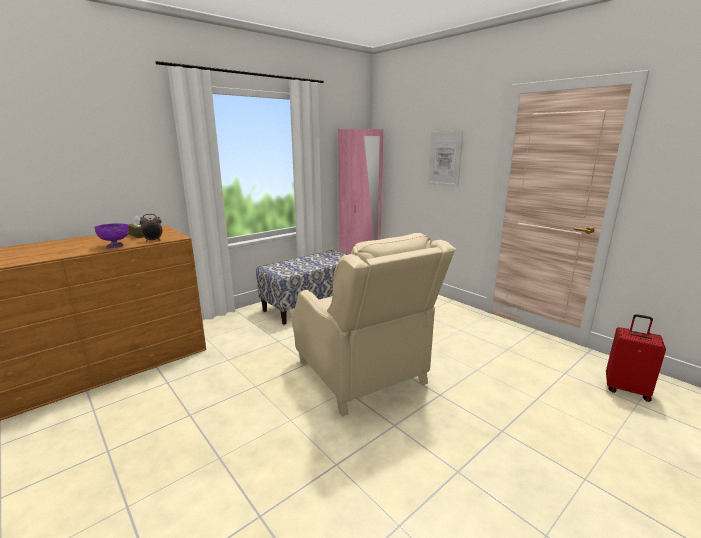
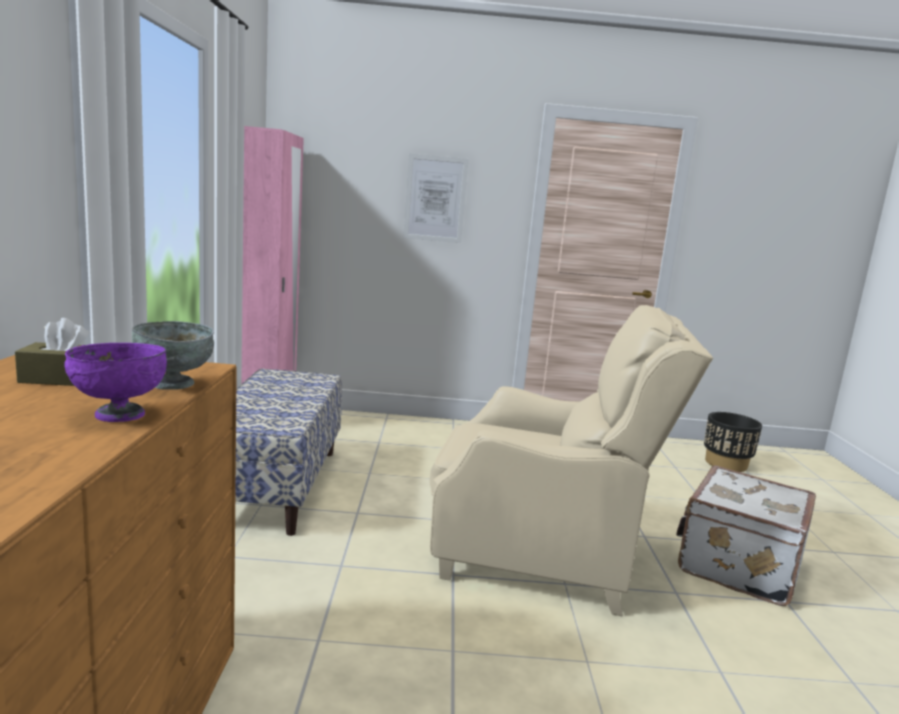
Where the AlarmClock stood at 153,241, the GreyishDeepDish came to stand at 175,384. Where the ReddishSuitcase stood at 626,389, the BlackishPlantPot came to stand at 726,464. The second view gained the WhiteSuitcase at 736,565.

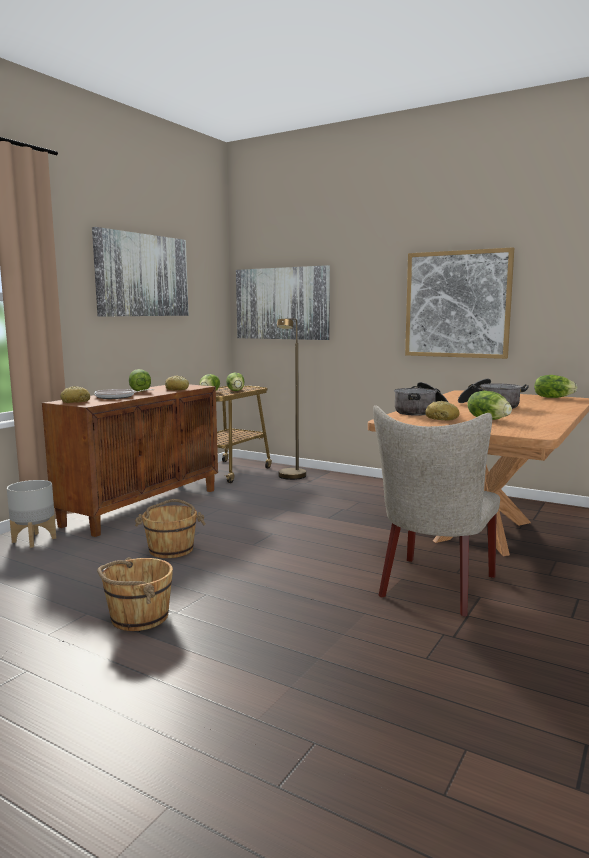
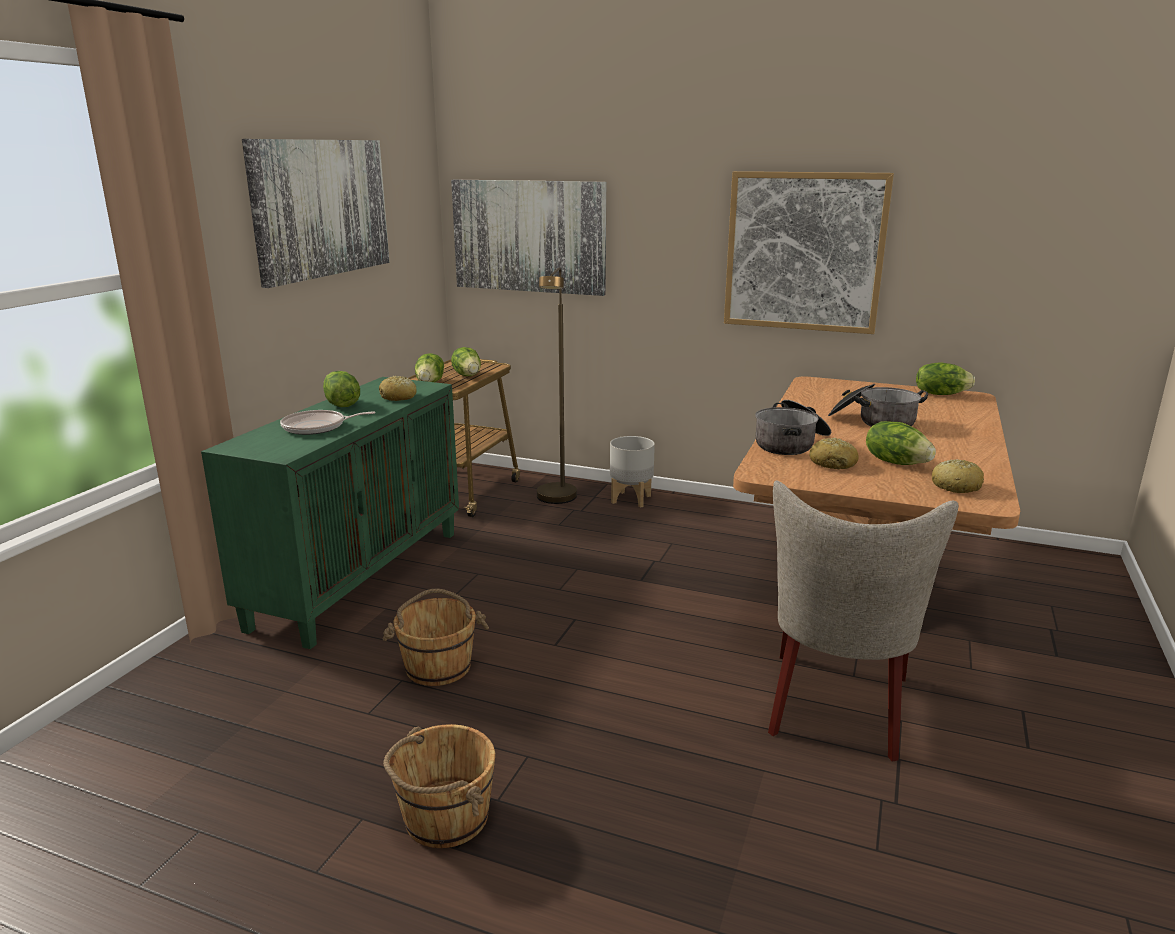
What was the BrownColouredStorageCabinet at 143,506 turned into the GreenColouredStorageCabinet at 359,577. The Bread ended up elsewhere, having gone from 75,402 to 956,486. The GreyishPlantPot ended up elsewhere, having gone from 34,540 to 631,499.

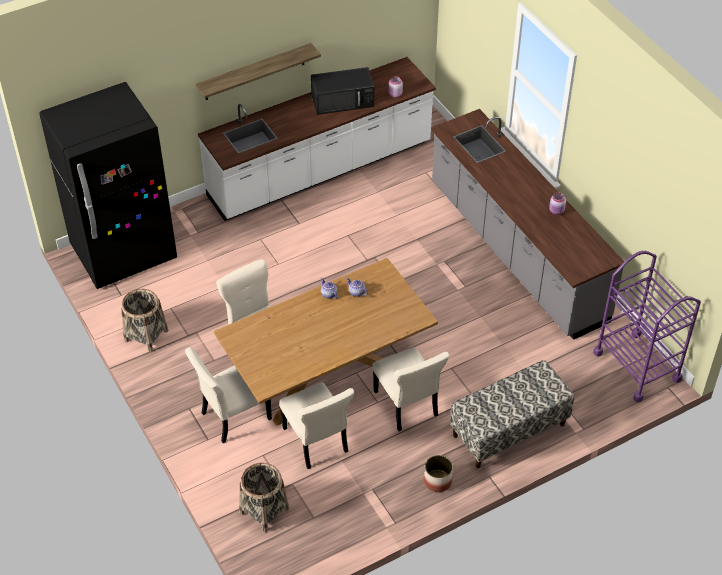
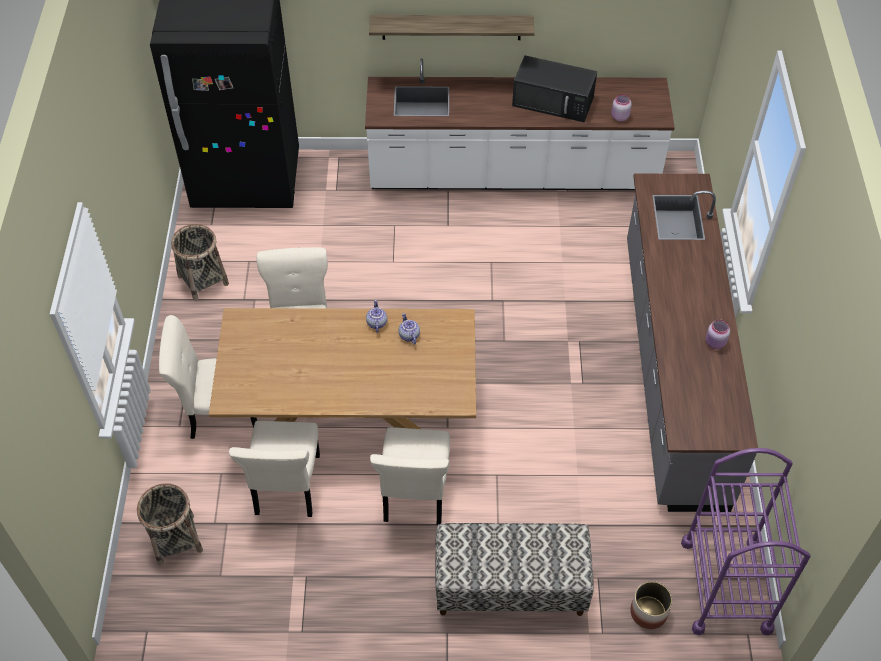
The PlantPot ended up elsewhere, having gone from 437,481 to 648,612.

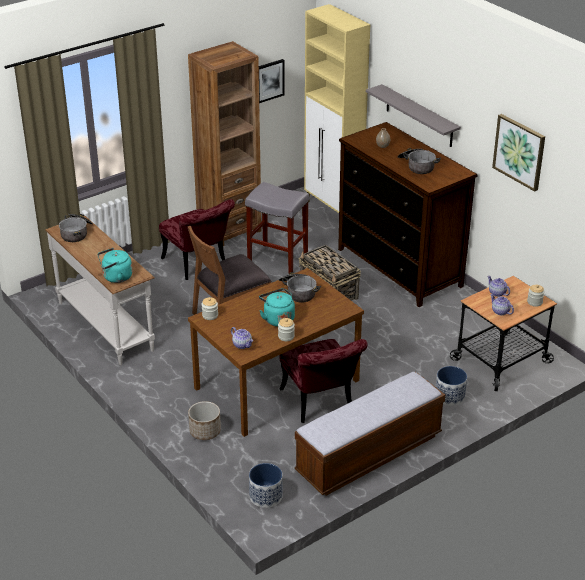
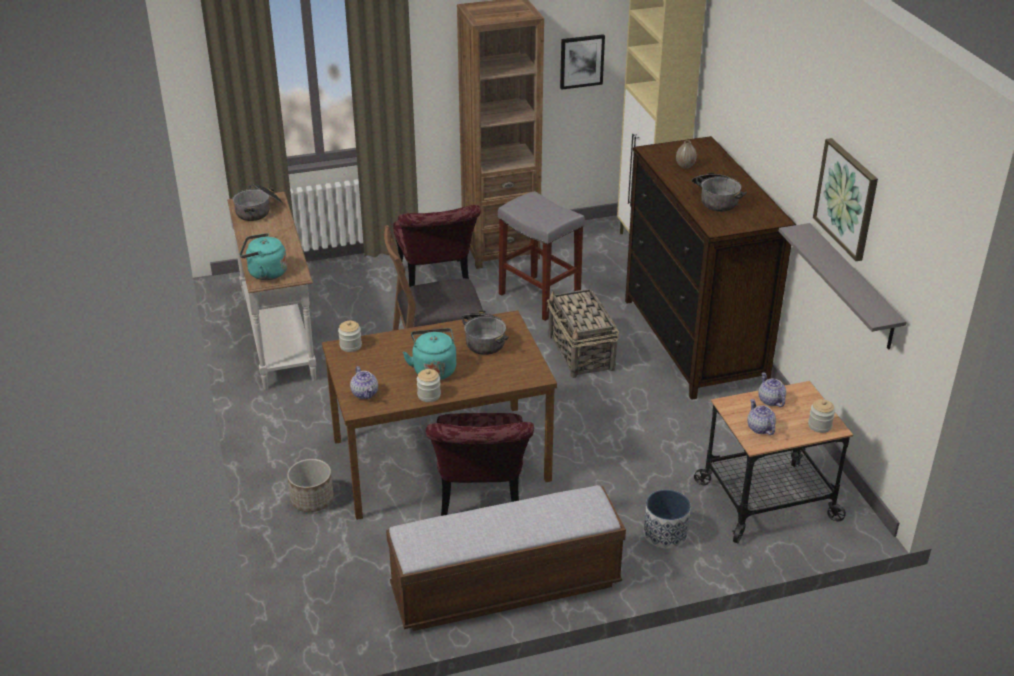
The GreyishBracketShelf ended up elsewhere, having gone from 419,116 to 852,287. The second view lost the PlantPot at 266,496.

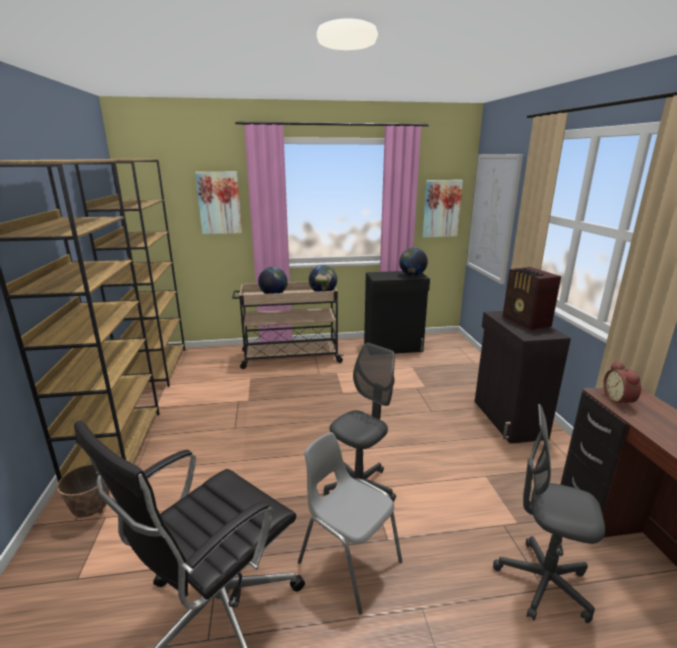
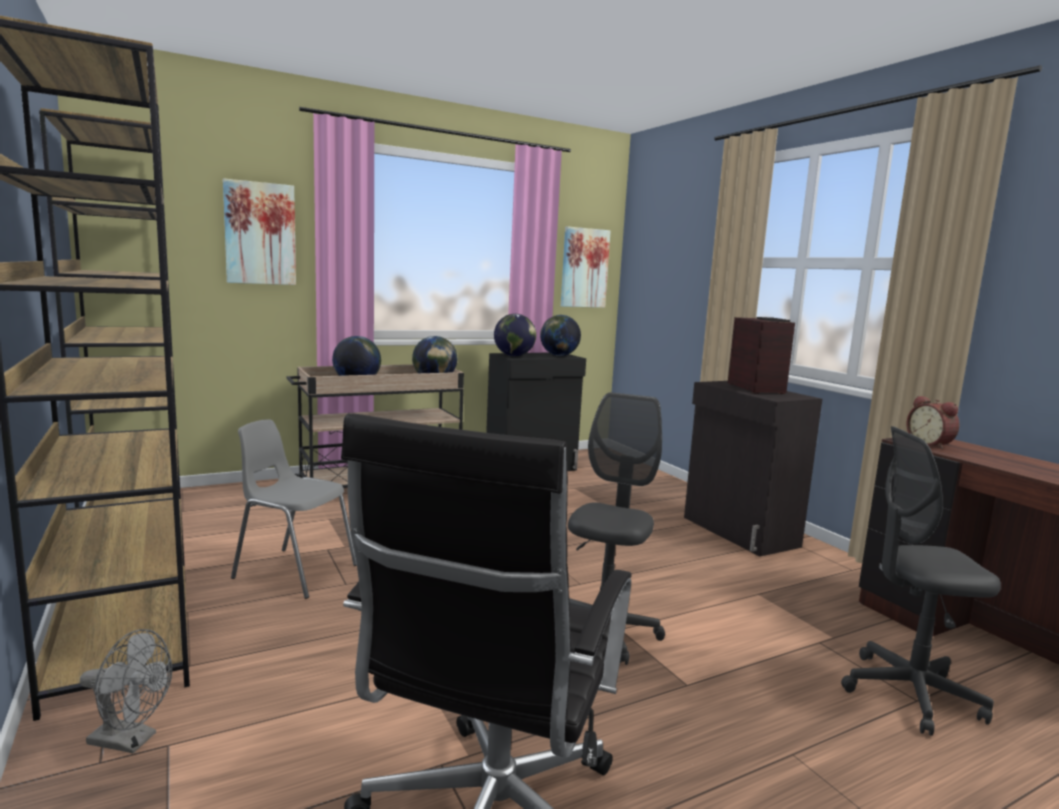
The second view lost the WallArt at 492,217. The RadioReceiver at 526,322 ended up facing another way, 150 degrees counterclockwise from before. The GreyishChair ended up elsewhere, having gone from 348,562 to 294,571. Where the PlantPot stood at 92,511, the GreyishFan came to stand at 131,740. The second view gained the WorldGlobe at 514,356.

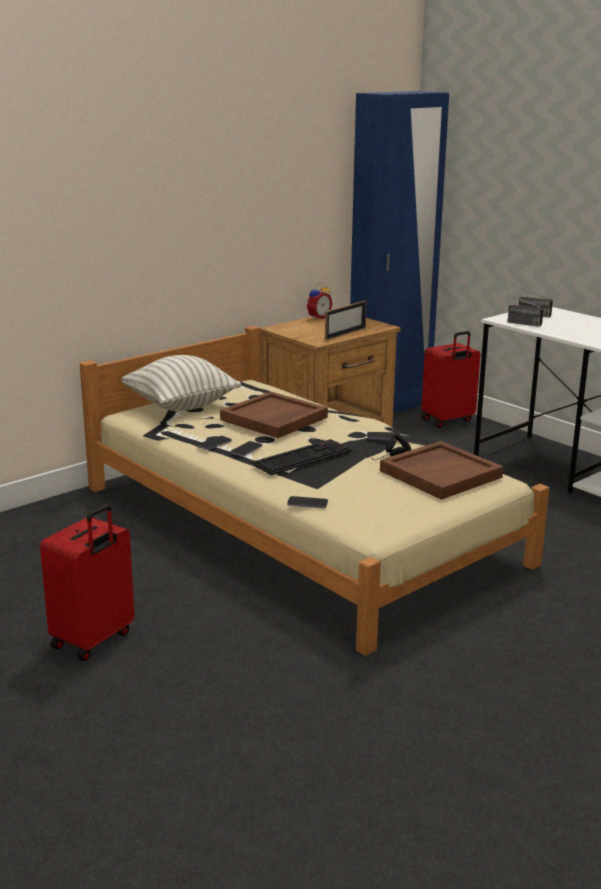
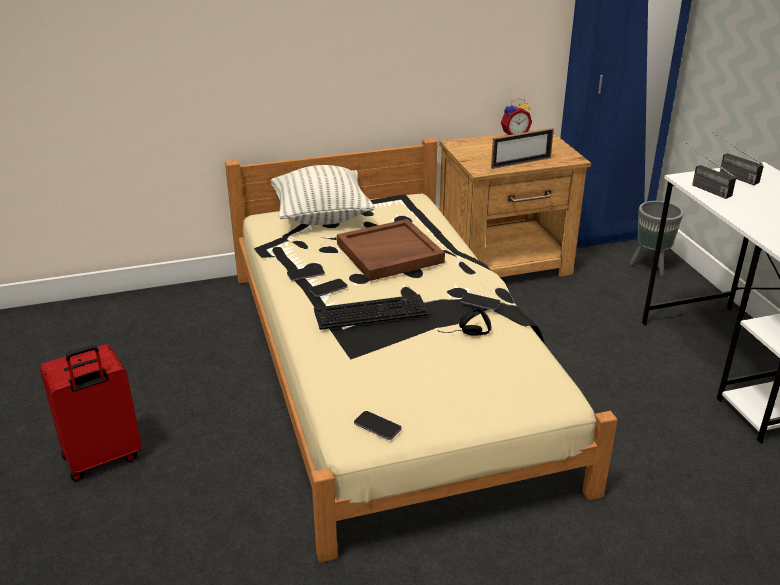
Where the ReddishSuitcase stood at 448,420, the GreyishPlantPot came to stand at 650,266. The second view lost the BrownColouredCarryingTray at 440,473. The Telephone ended up elsewhere, having gone from 307,504 to 377,427.

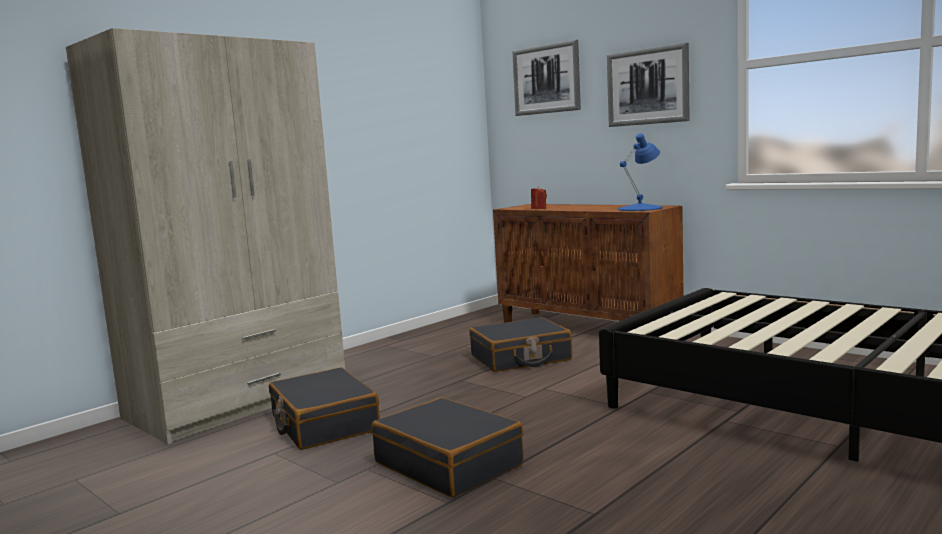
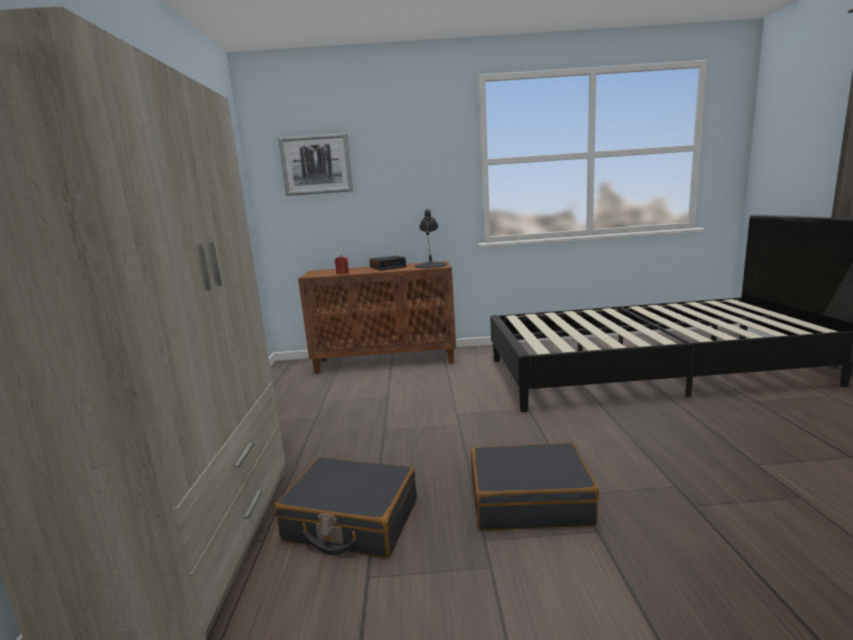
The second view lost the WallArt at 647,86. What was the BluishLampForATable at 640,208 turned into the BlackishLampForATable at 431,265. The second view lost the BlackishSuitcase at 520,358. The second view gained the AlarmClock at 388,267.

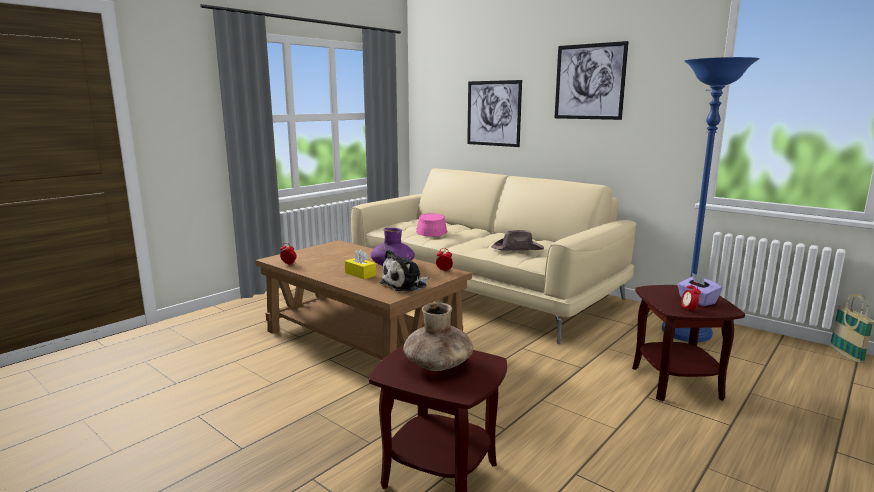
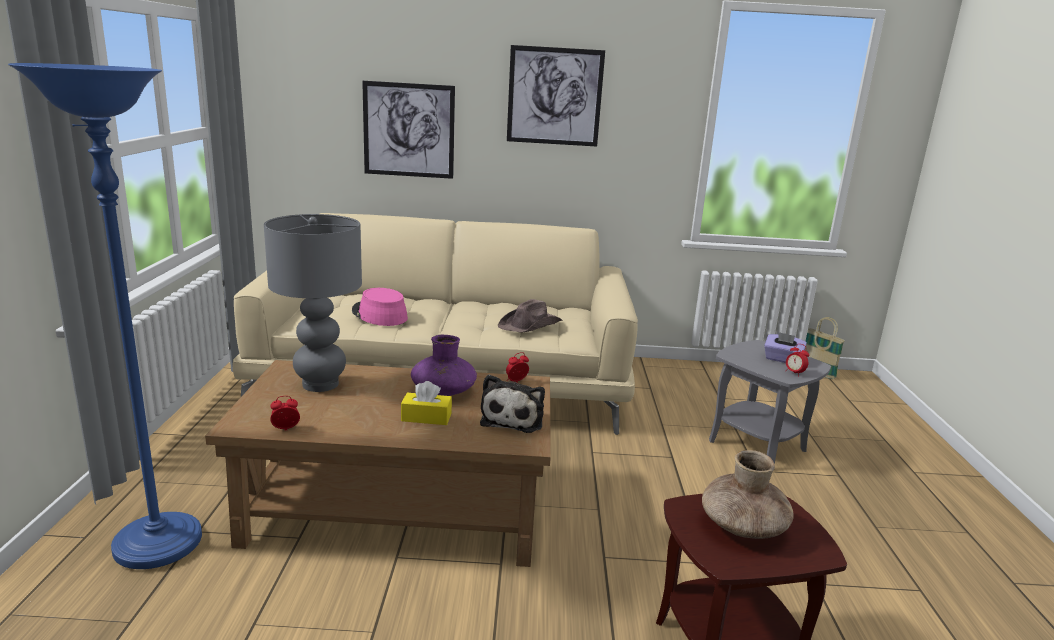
The BluishStandingLamp ended up elsewhere, having gone from 686,333 to 158,545. What was the BrownColouredEndTable at 677,382 turned into the GreyishEndTable at 757,445. The second view gained the GreyishLampForATable at 320,384.

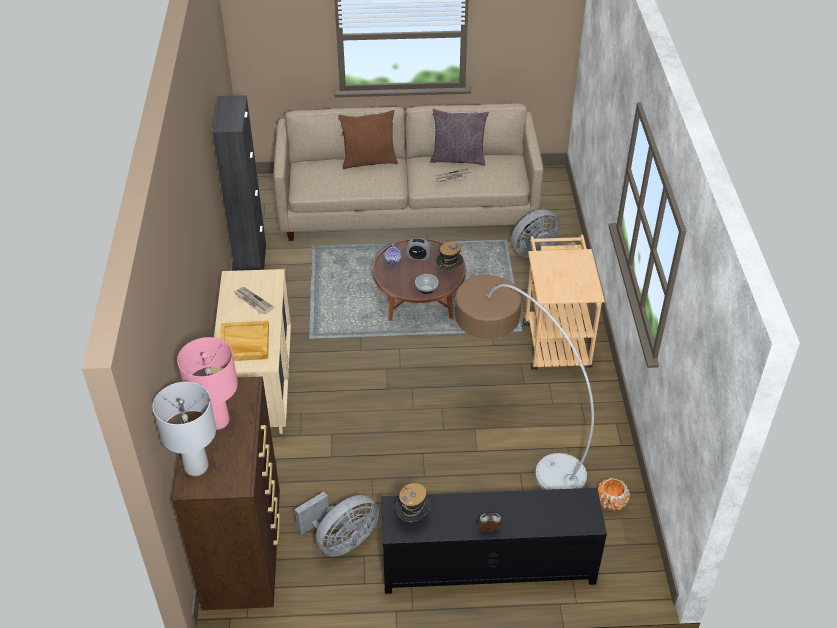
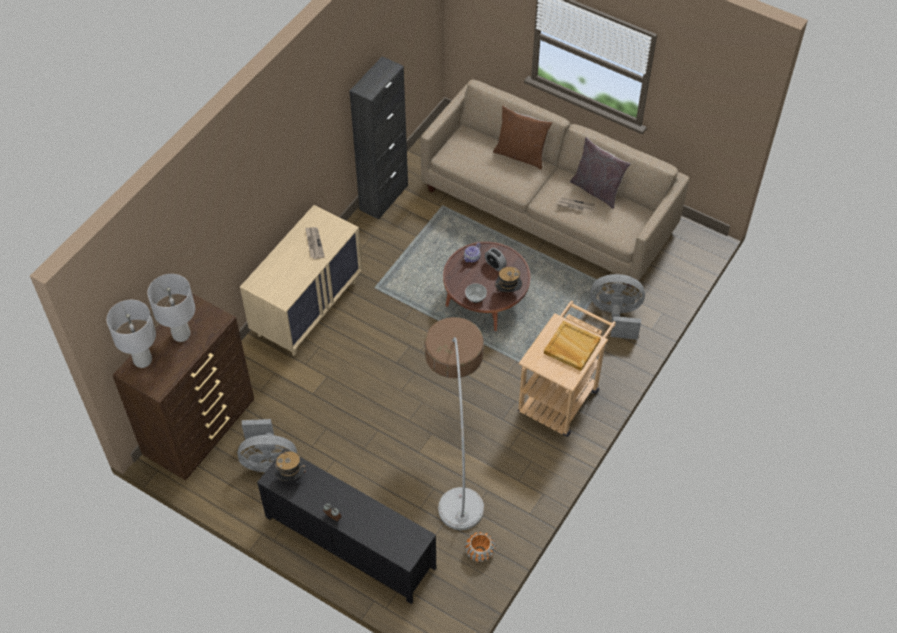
The SandColouredCarryingTray ended up elsewhere, having gone from 244,343 to 571,347. What was the PinkishLampForATable at 217,421 turned into the GreyishLampForATable at 181,334.

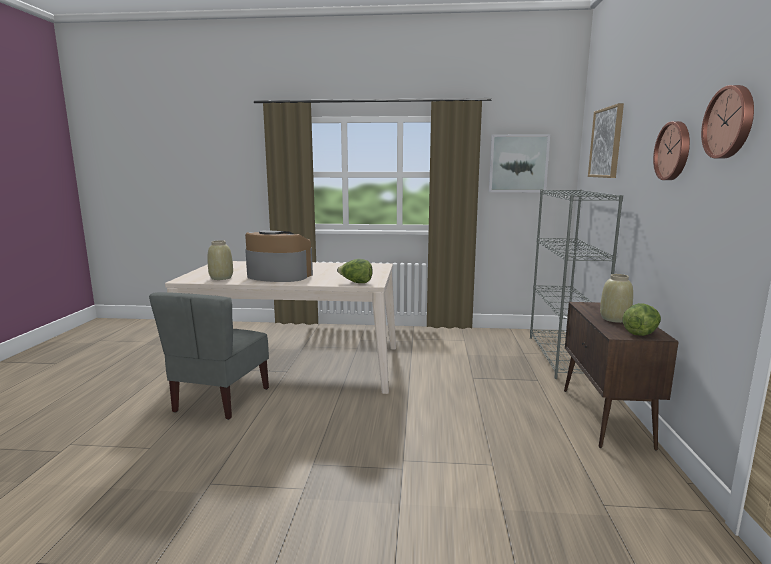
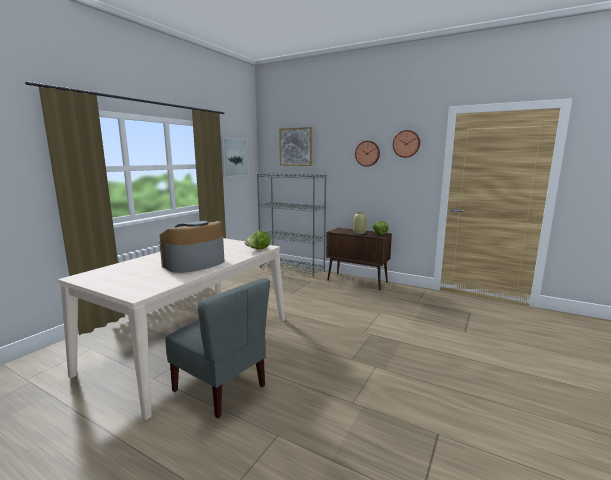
The second view lost the SandColouredDecorativeVase at 221,278.

